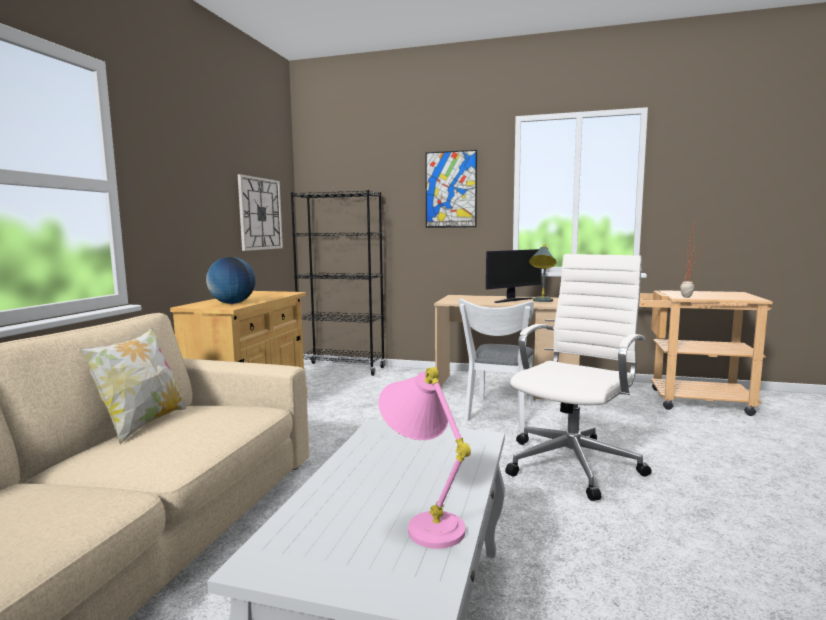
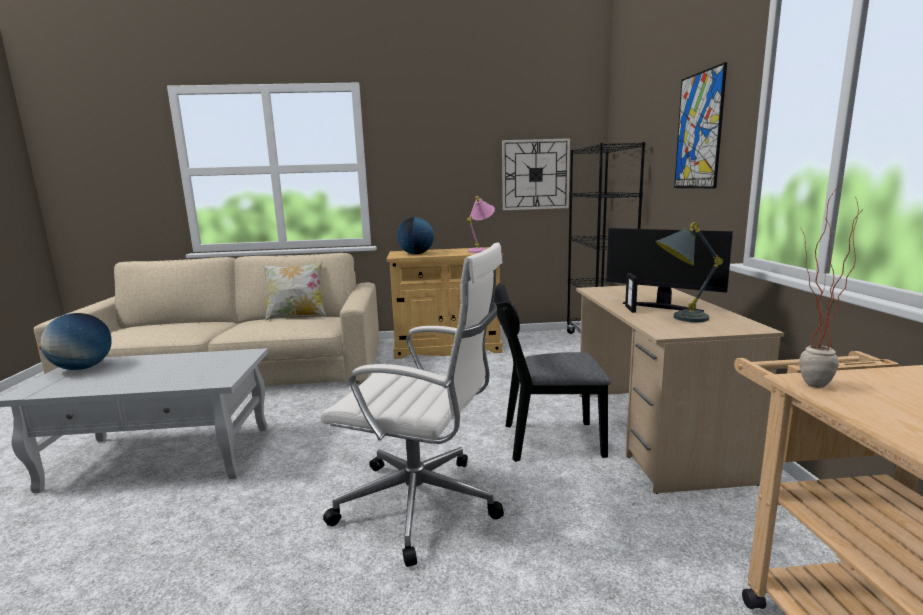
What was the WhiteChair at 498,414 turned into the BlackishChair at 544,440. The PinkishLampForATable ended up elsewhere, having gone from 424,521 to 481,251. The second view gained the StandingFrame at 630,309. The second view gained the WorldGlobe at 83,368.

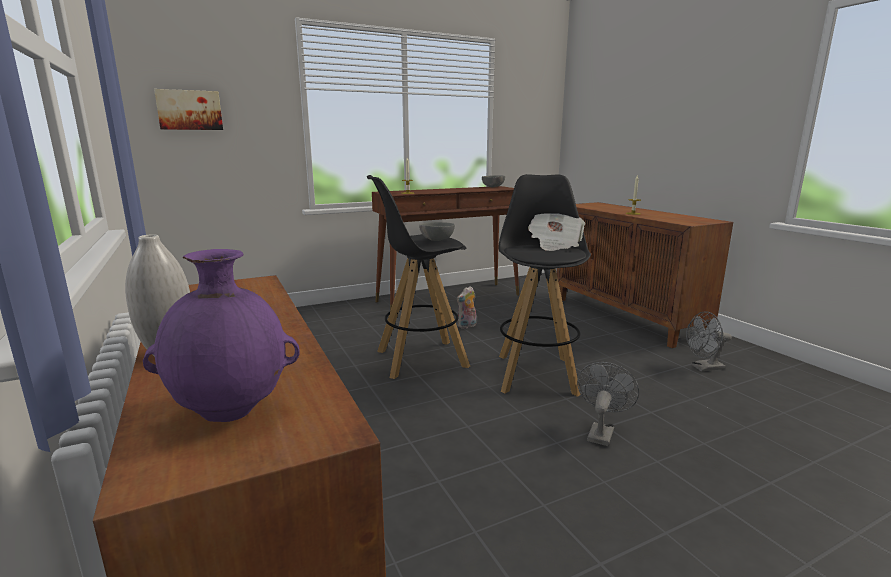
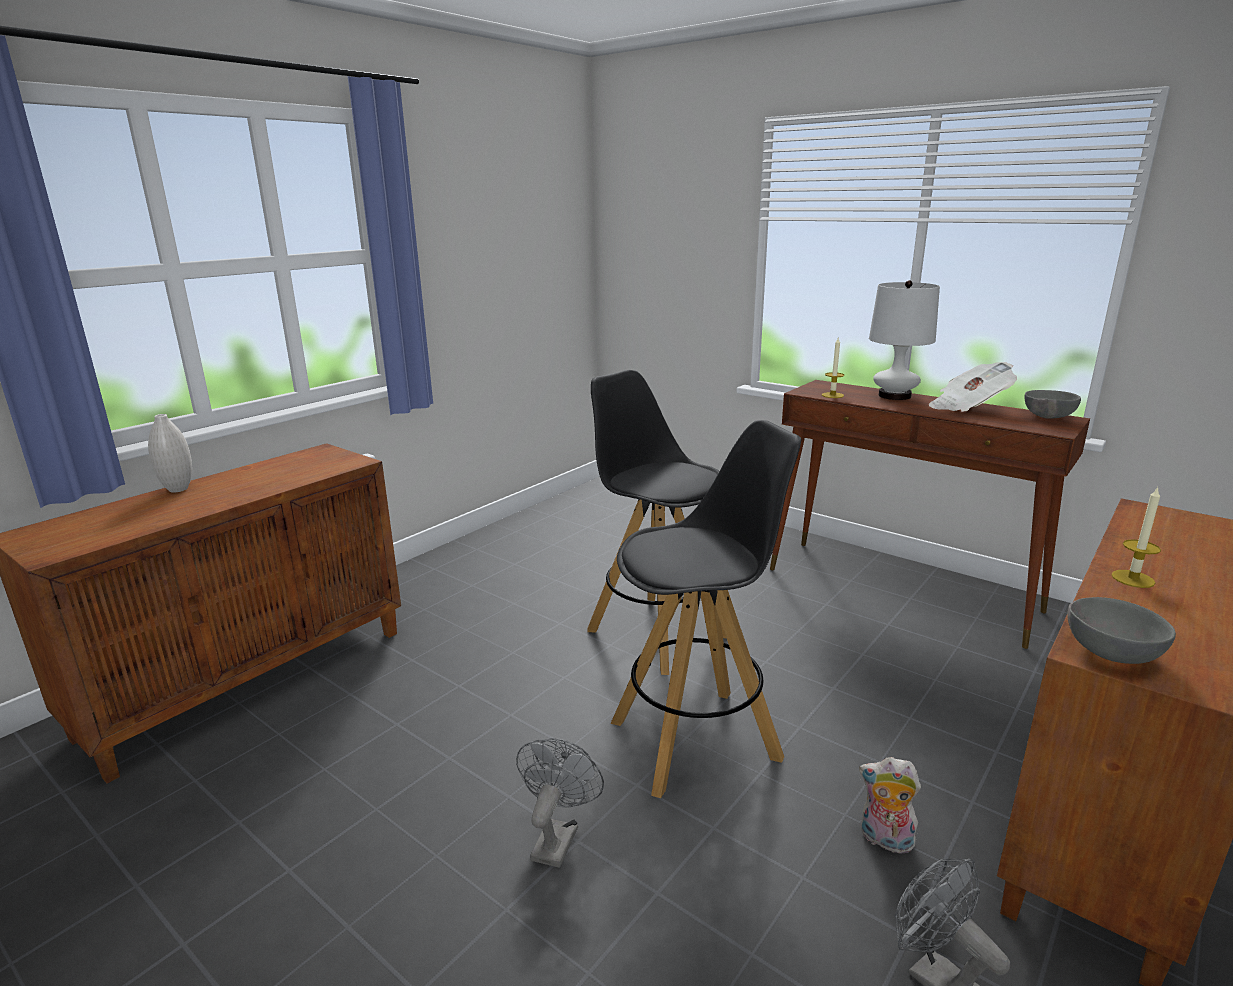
The second view lost the WallArt at 189,110. The Newspaper ended up elsewhere, having gone from 554,245 to 968,407. The GreyishDeepDish ended up elsewhere, having gone from 435,240 to 1108,653. The second view lost the PurplishDecorativeVase at 232,412. The PlushToy ended up elsewhere, having gone from 467,326 to 884,840. The GreyishFan at 601,432 ended up facing another way, 75 degrees counterclockwise from before. The second view gained the WhiteLampForATable at 894,396.

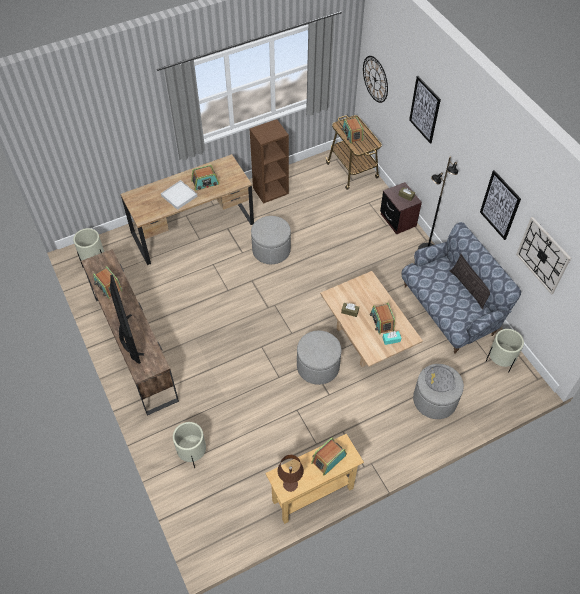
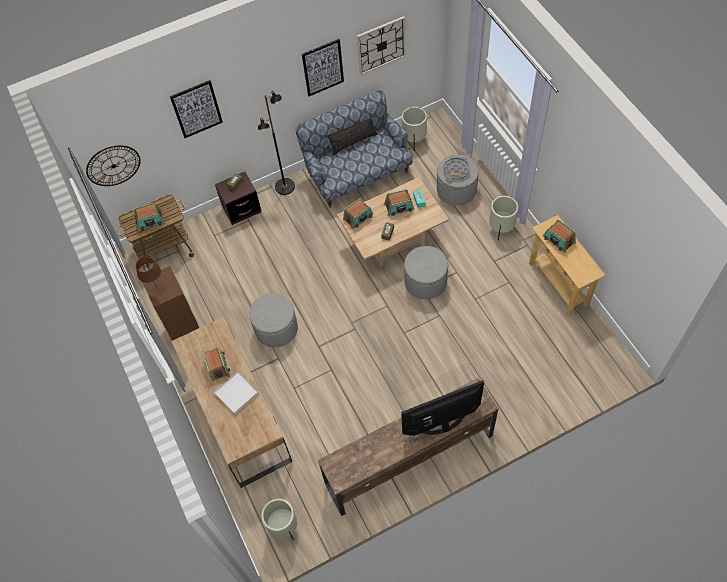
The RadioReceiver ended up elsewhere, having gone from 108,286 to 358,217. The SandColouredPlantPot ended up elsewhere, having gone from 192,454 to 501,229. The BrownColouredLampForATable ended up elsewhere, having gone from 290,484 to 157,289.

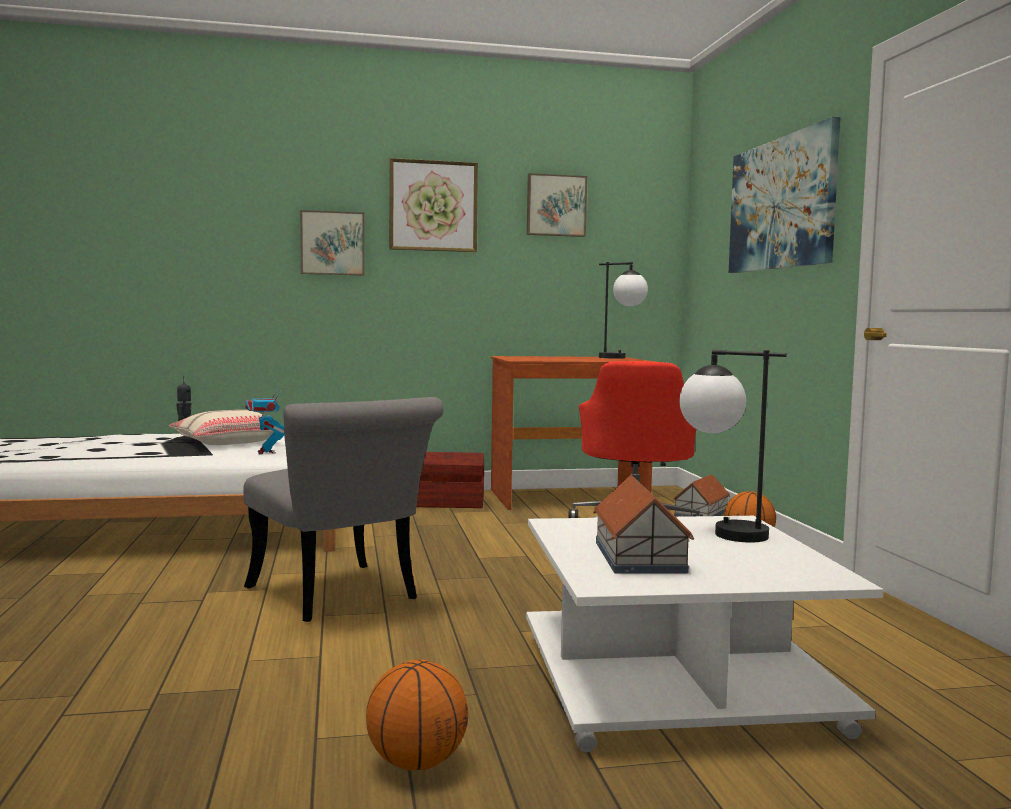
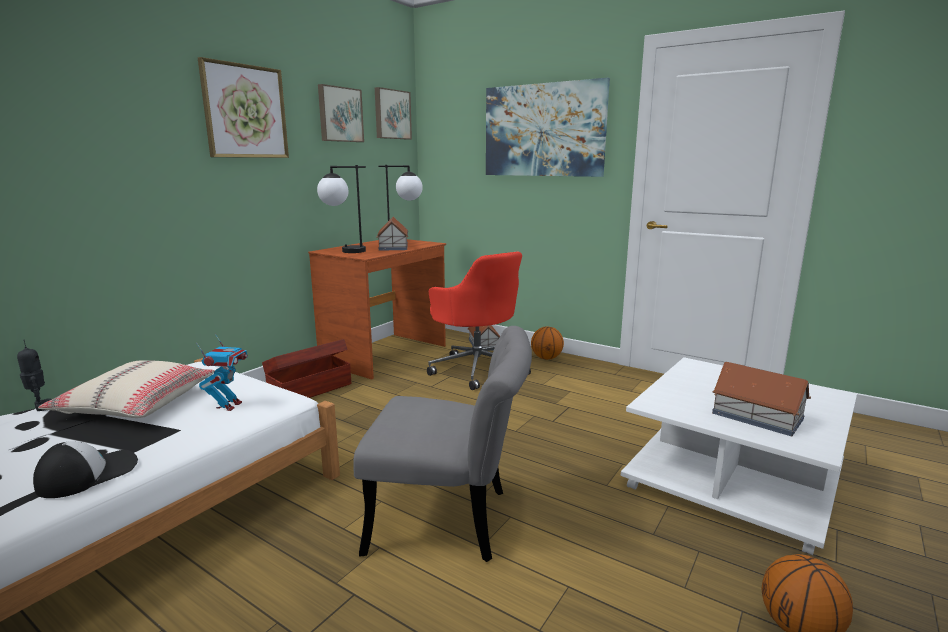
The WallArt ended up elsewhere, having gone from 332,243 to 391,114. The LampForATable ended up elsewhere, having gone from 720,532 to 344,251. The RobotFigure at 266,452 ended up facing another way, 105 degrees counterclockwise from before. The second view gained the MiniatureHouse at 393,246. The second view gained the BaseballCap at 88,474.

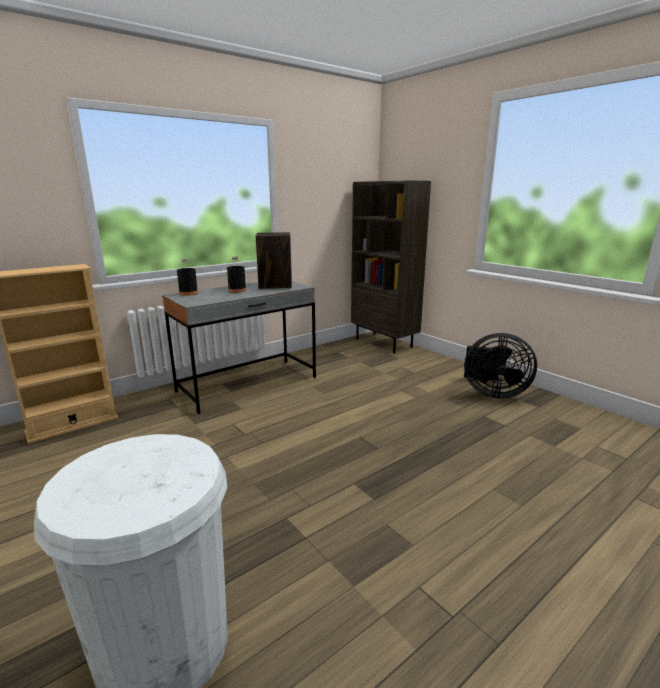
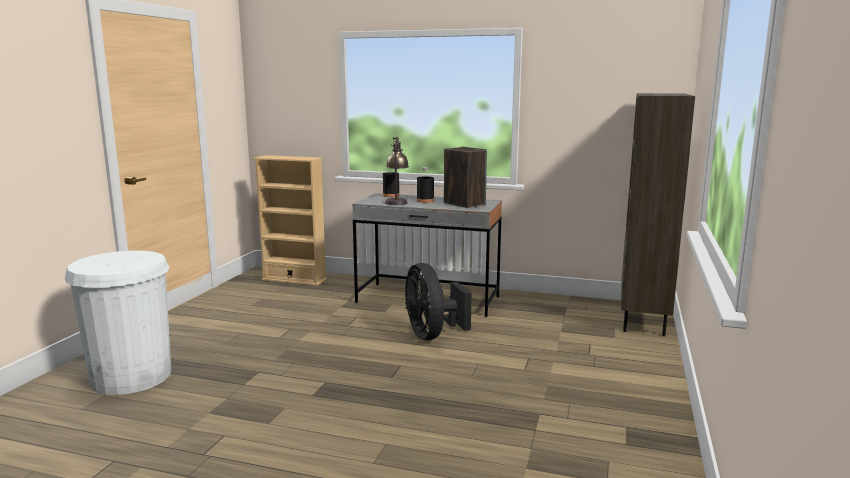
The BlackishFan ended up elsewhere, having gone from 492,393 to 432,335. The second view gained the LampForATable at 396,201.

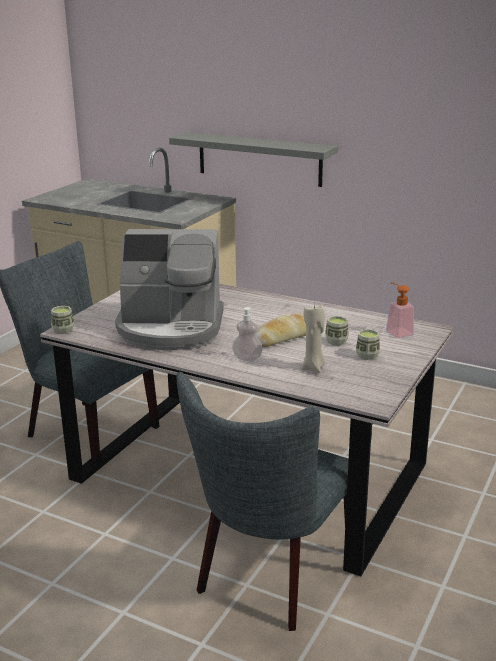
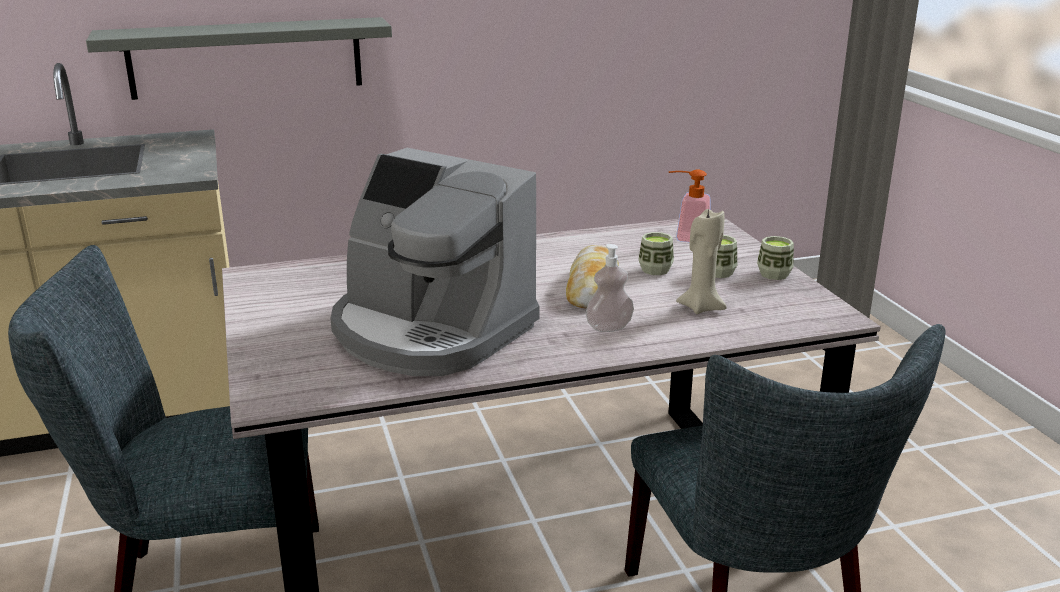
The CoffeeMaker at 171,328 ended up facing another way, 75 degrees clockwise from before. The DrinkingCup ended up elsewhere, having gone from 63,330 to 774,274.

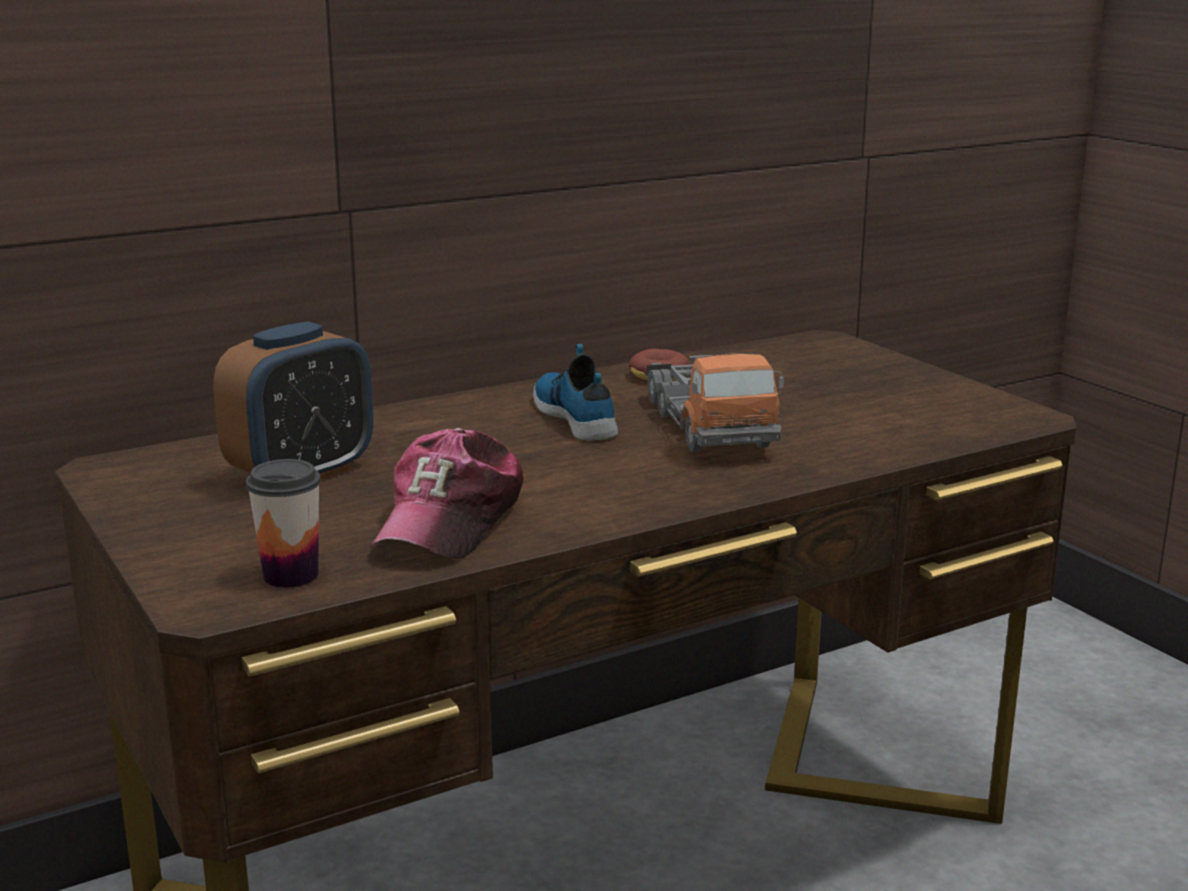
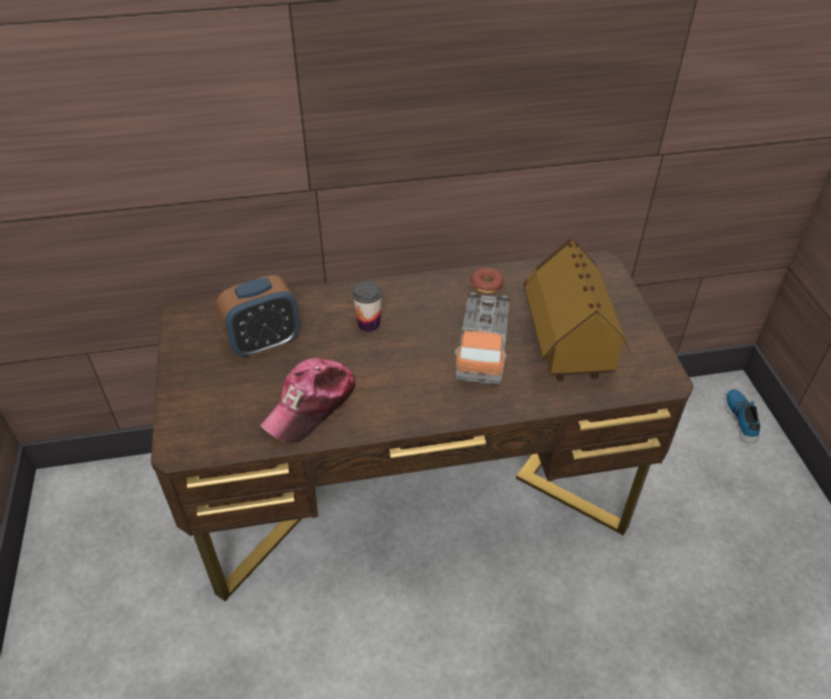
The ItemOfFootwear ended up elsewhere, having gone from 577,416 to 742,418. The DrinkingCup ended up elsewhere, having gone from 291,575 to 369,324. The second view gained the MiniatureHouse at 567,350.

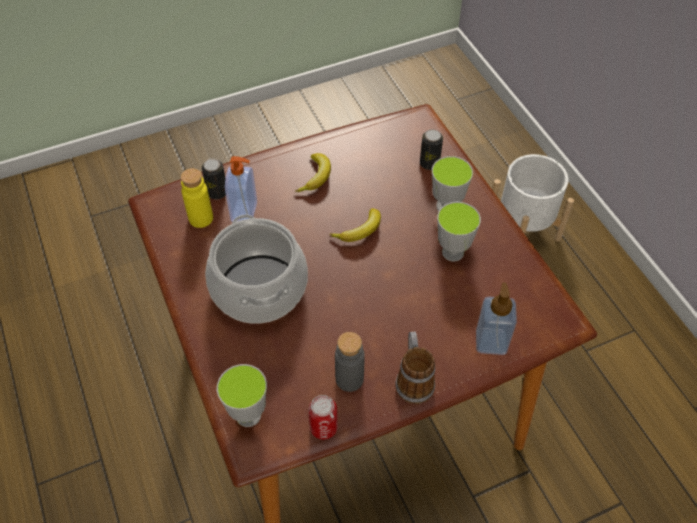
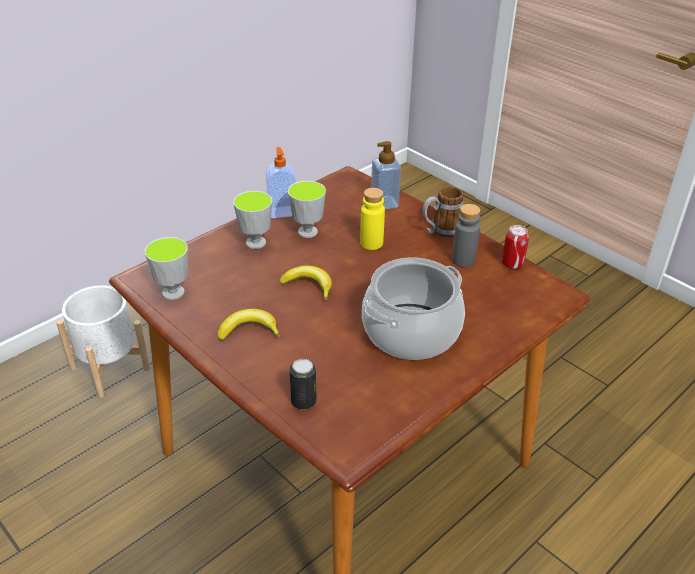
The second view lost the Can at 429,163. The SoapDispenser ended up elsewhere, having gone from 245,212 to 282,211. The YellowBeverageBottle ended up elsewhere, having gone from 201,218 to 371,243. The DrinkingCup ended up elsewhere, having gone from 248,415 to 173,292.

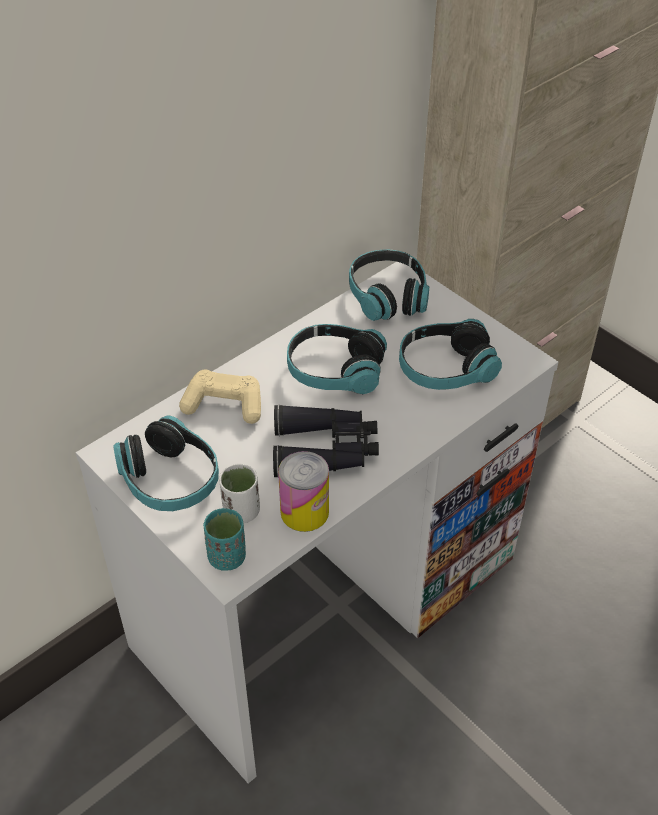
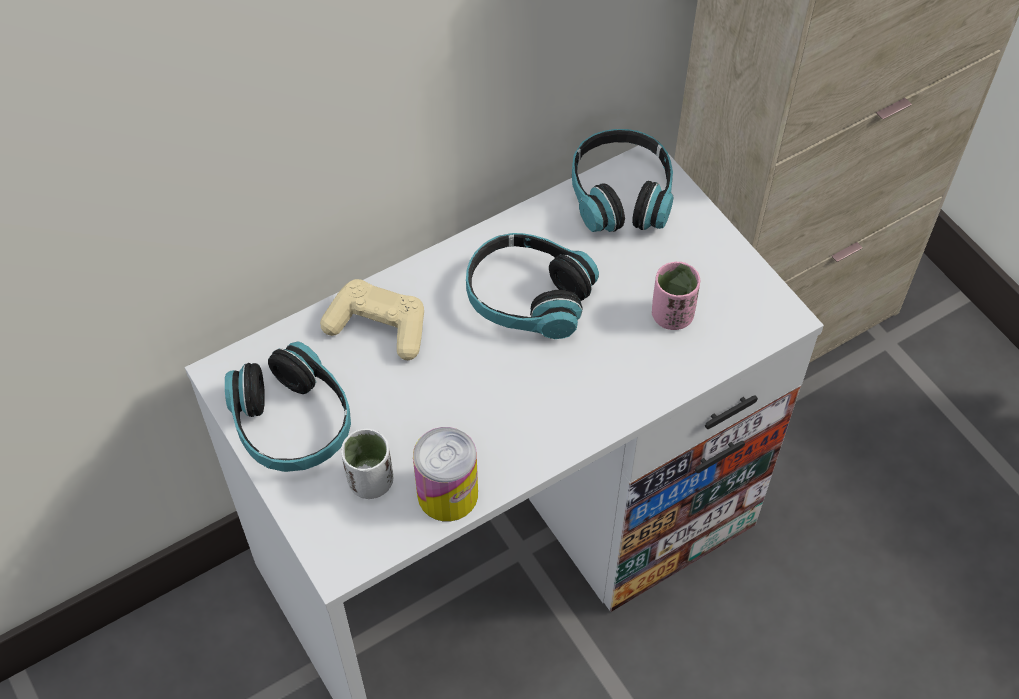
Where the Headphones stood at 445,369, the PinkishDrinkingCup came to stand at 672,315. The second view lost the BlackishBinoculars at 326,450. The second view lost the TurquoiseDrinkingCup at 227,557.

